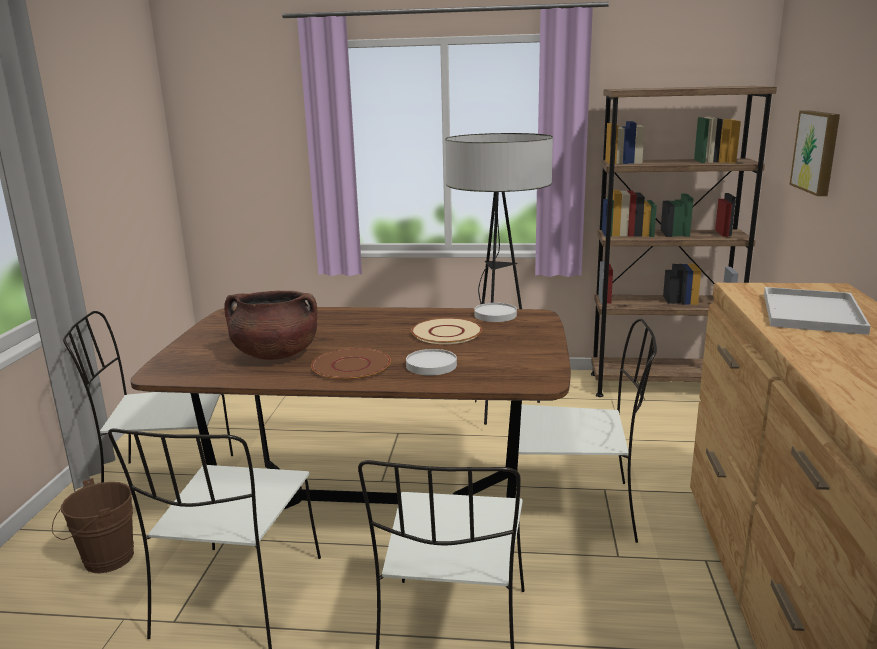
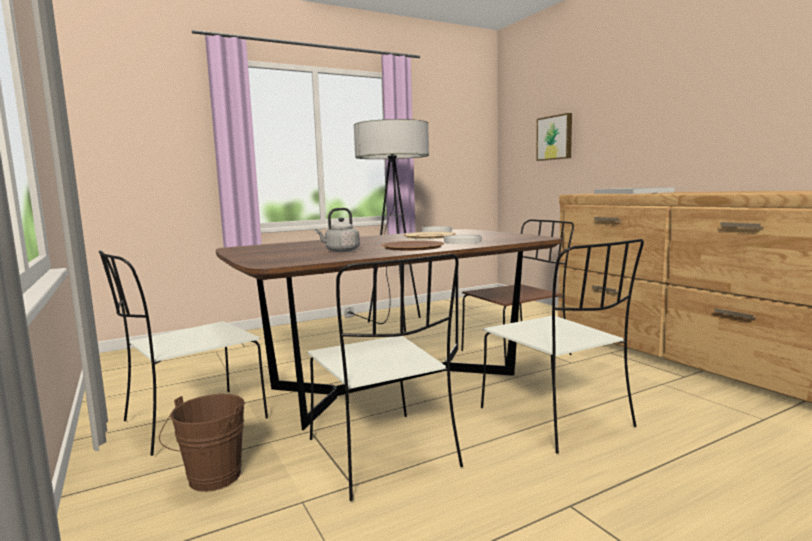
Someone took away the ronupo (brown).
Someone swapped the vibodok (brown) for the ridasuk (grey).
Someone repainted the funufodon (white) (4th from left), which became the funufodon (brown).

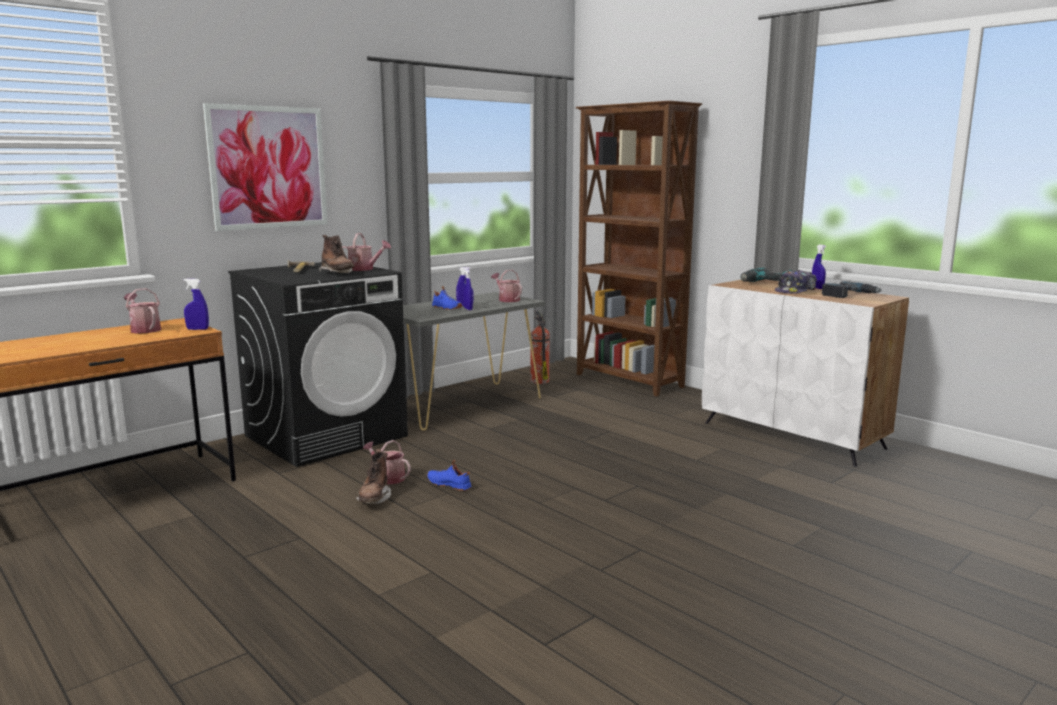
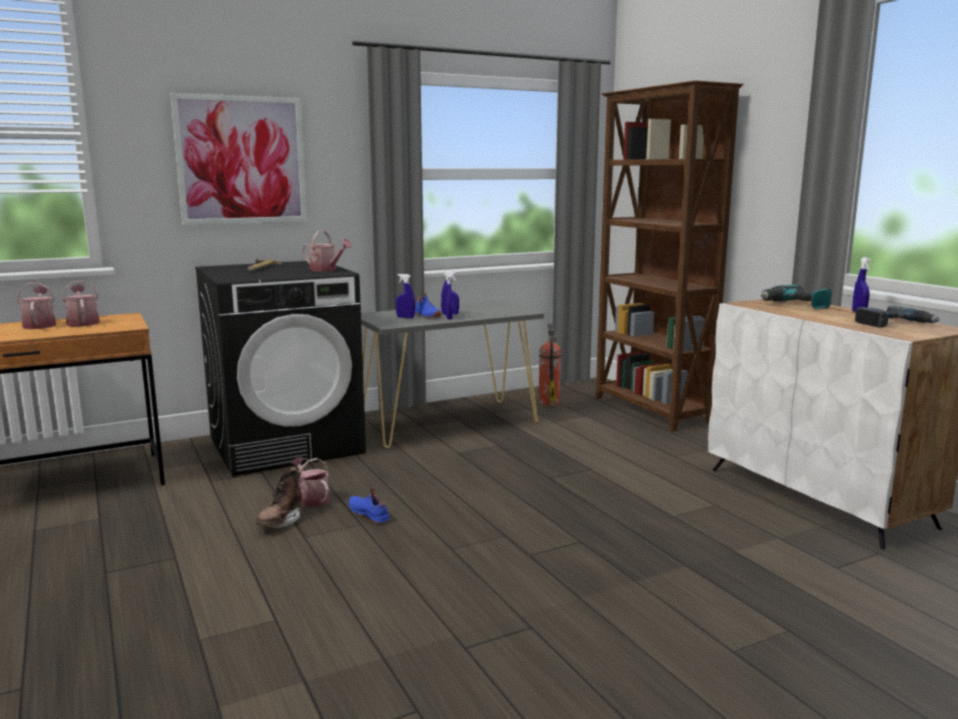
Someone took away the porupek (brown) (1st from left).
Someone carried the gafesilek (4th from left in the first image).
Someone took away the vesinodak.
Someone carried the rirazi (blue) (1st from left).

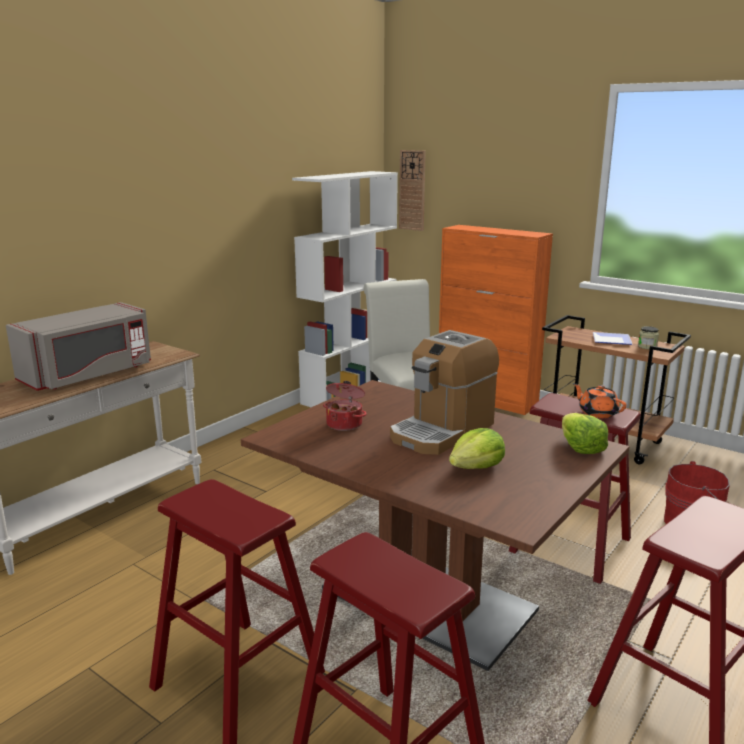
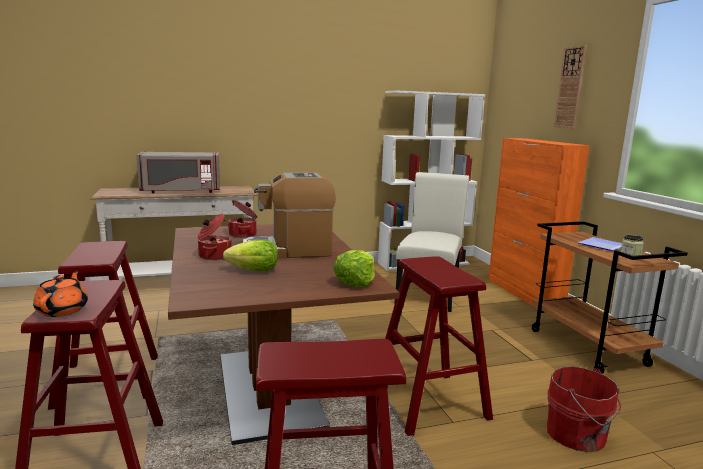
Someone carried the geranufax.
Someone carried the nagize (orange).
Someone put down the vibodok (1st from left).

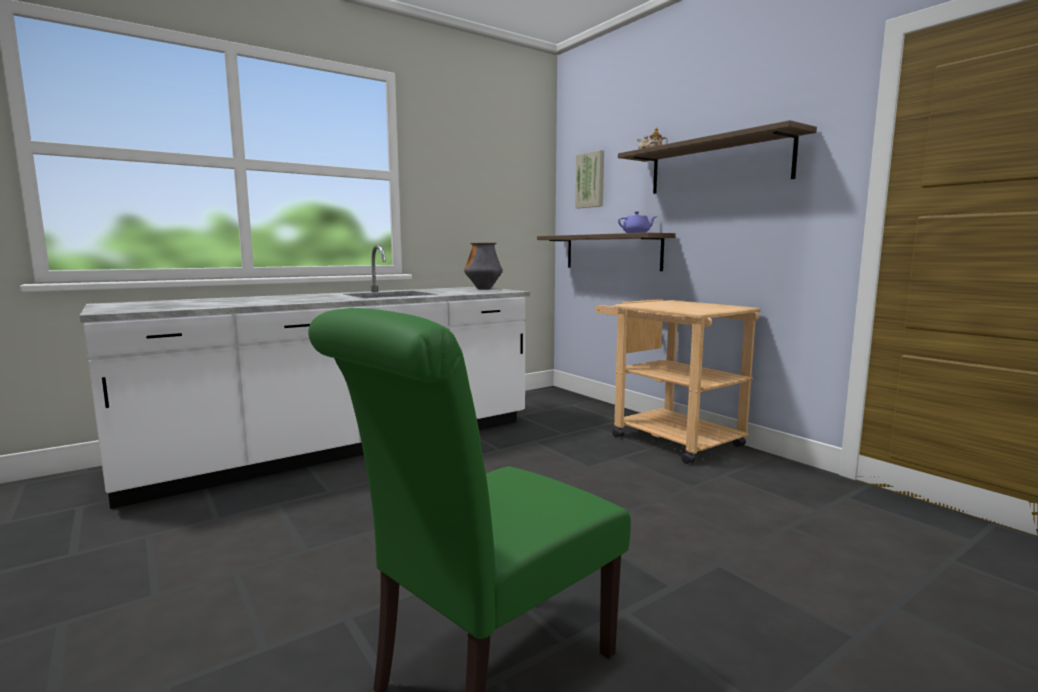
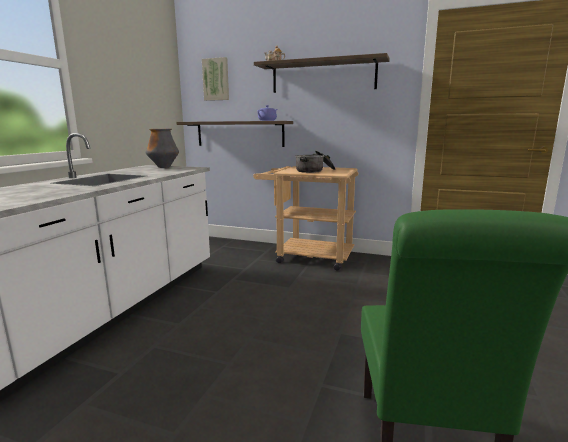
Someone put down the vibodok.

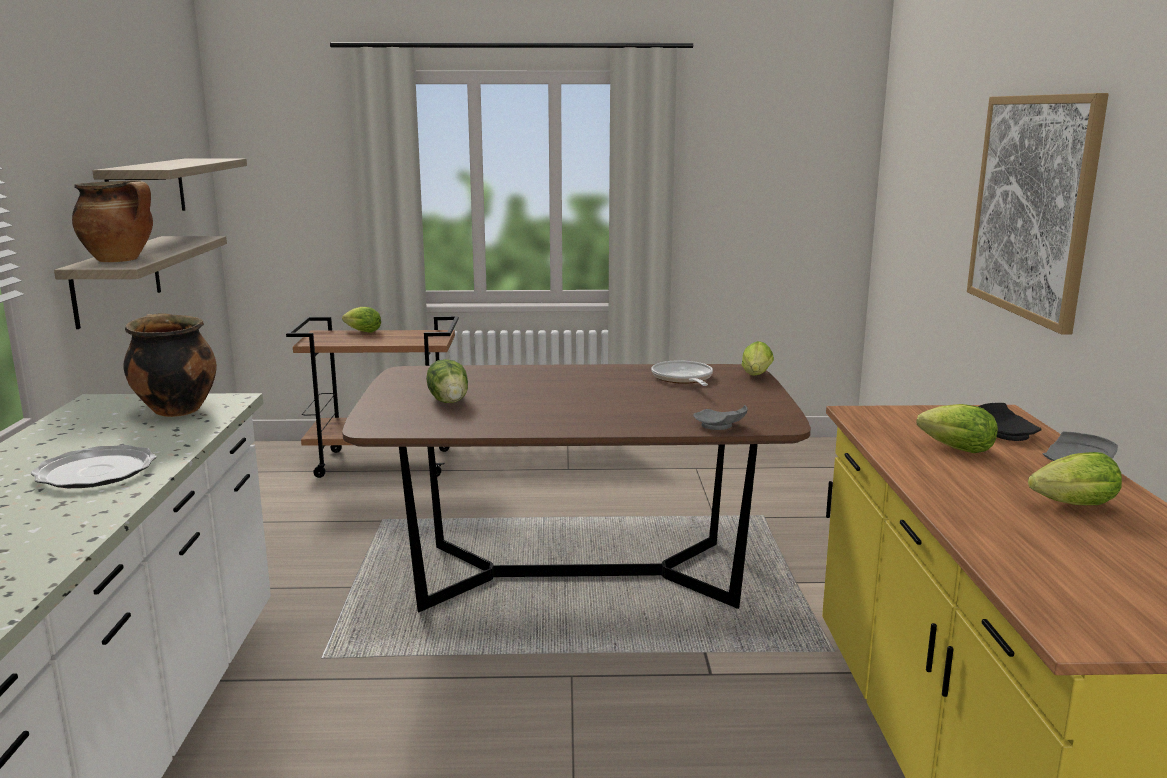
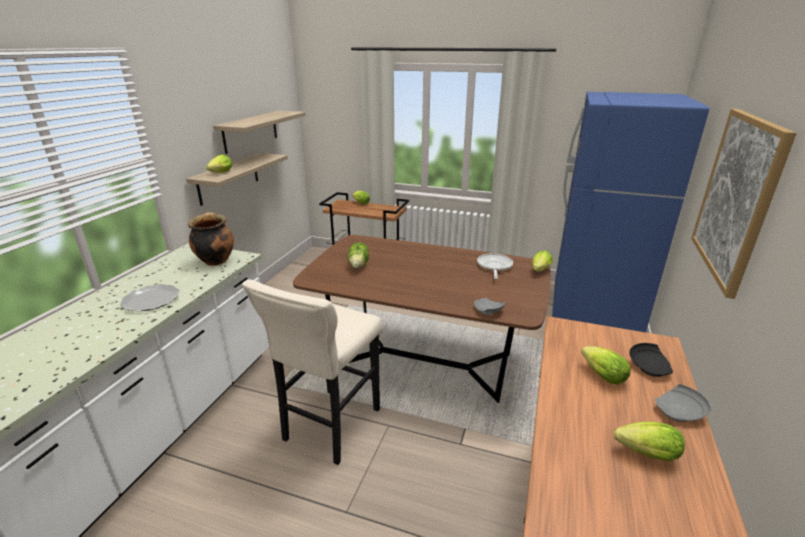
Someone swapped the vibodok (1st from left) for the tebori (1st from left).
Someone put down the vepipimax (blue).
Someone put down the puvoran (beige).

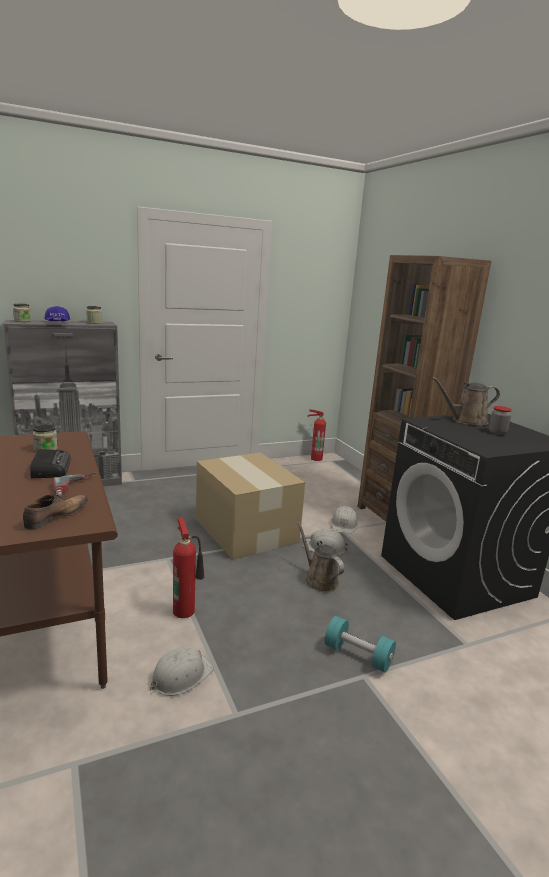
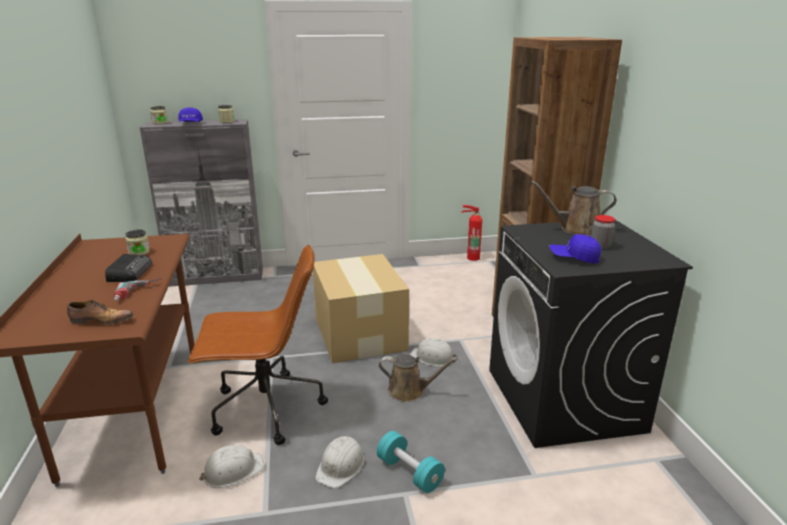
Someone rotated the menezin by 45 degrees clockwise.
Someone carried the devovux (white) (3rd from left in the first image).
Someone swapped the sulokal (1st from left) for the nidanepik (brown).
Someone rotated the gafesilek (brown) (1st from left) by 120 degrees clockwise.
Someone put down the vesinodak (blue) (2nd from left).

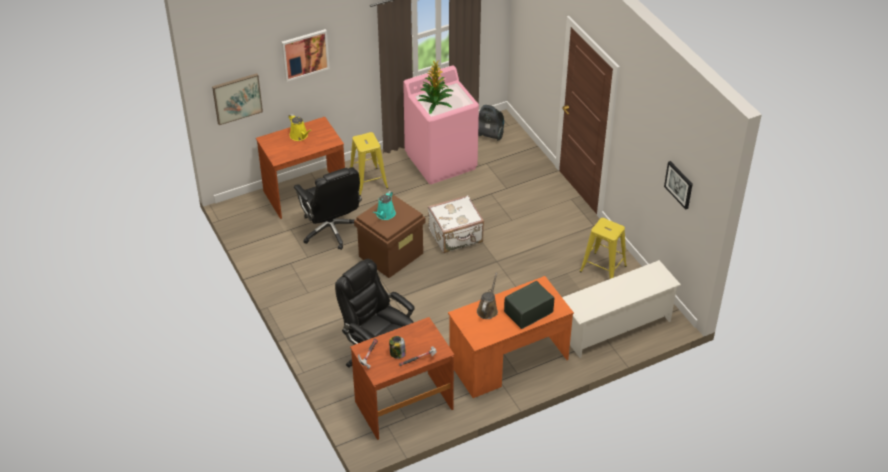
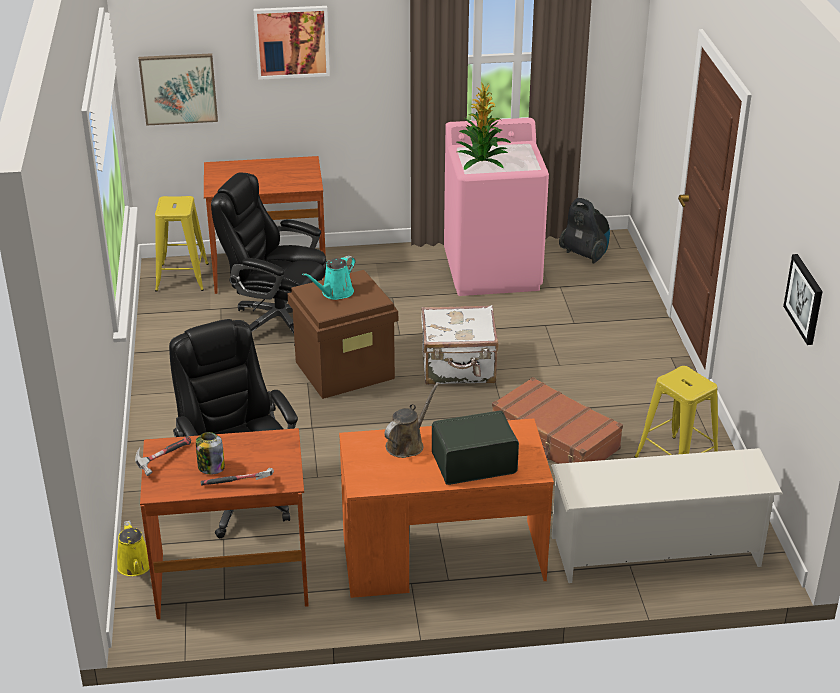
Someone carried the gafesilek (yellow).
Someone carried the puvoran (yellow) (1st from left).
Someone rotated the nidanepik (black) (1st from left in the first image) by 120 degrees clockwise.
Someone put down the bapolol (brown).

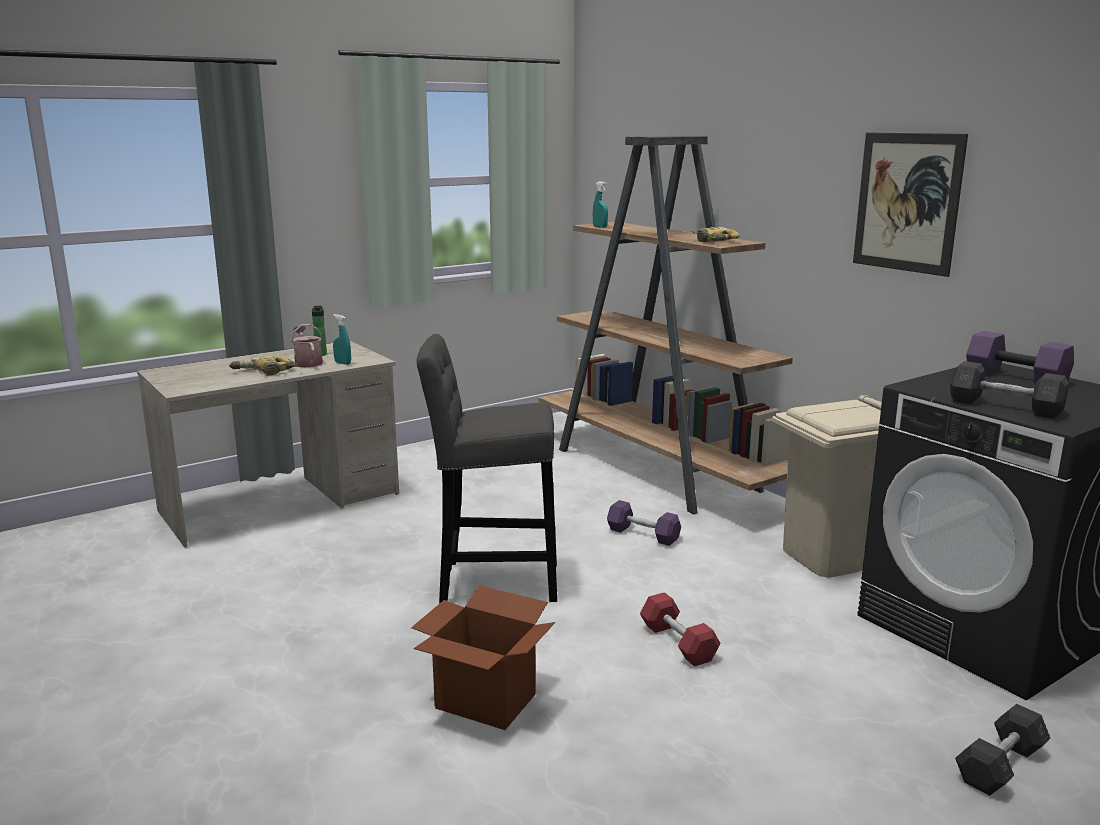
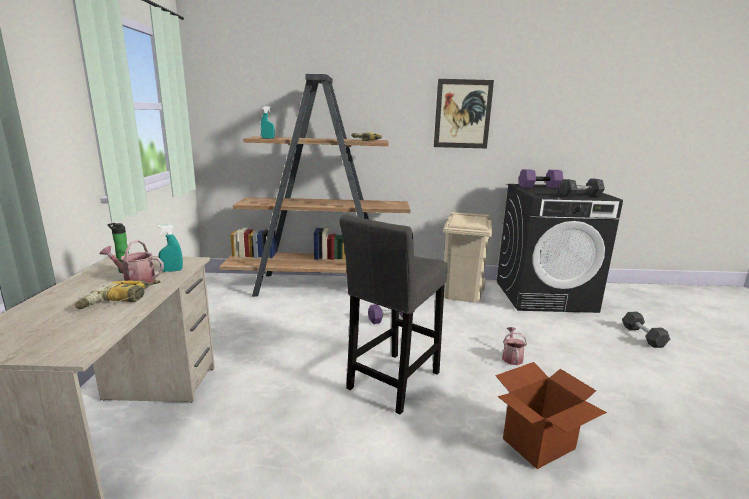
Someone swapped the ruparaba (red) for the gafesilek (2nd from left).

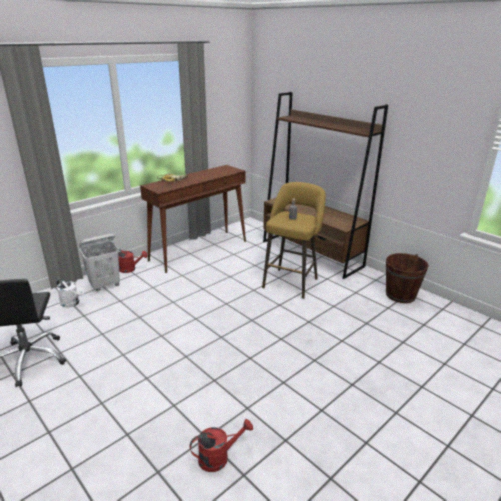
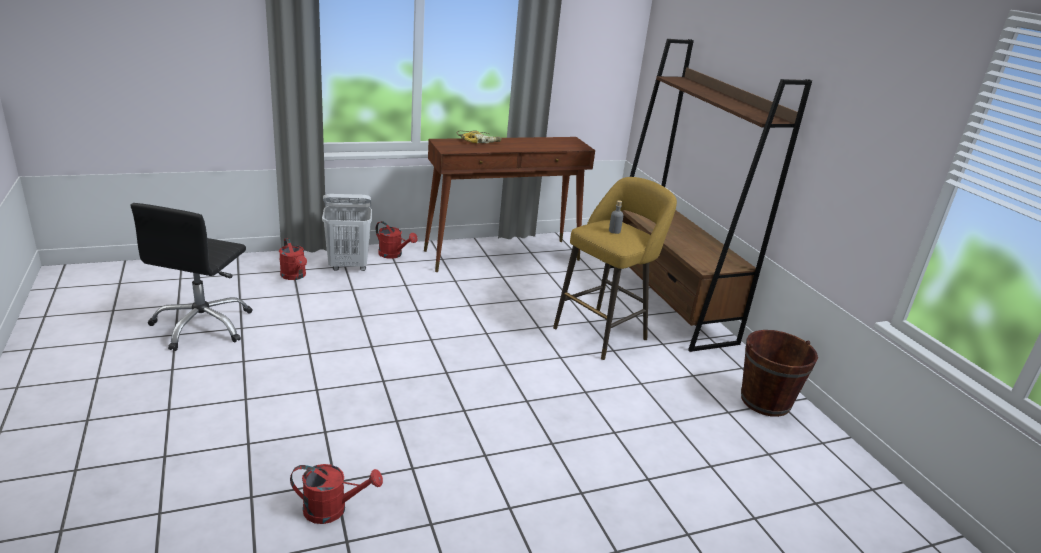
Someone repainted the gafesilek (white), which became the gafesilek (red) (1st from left).

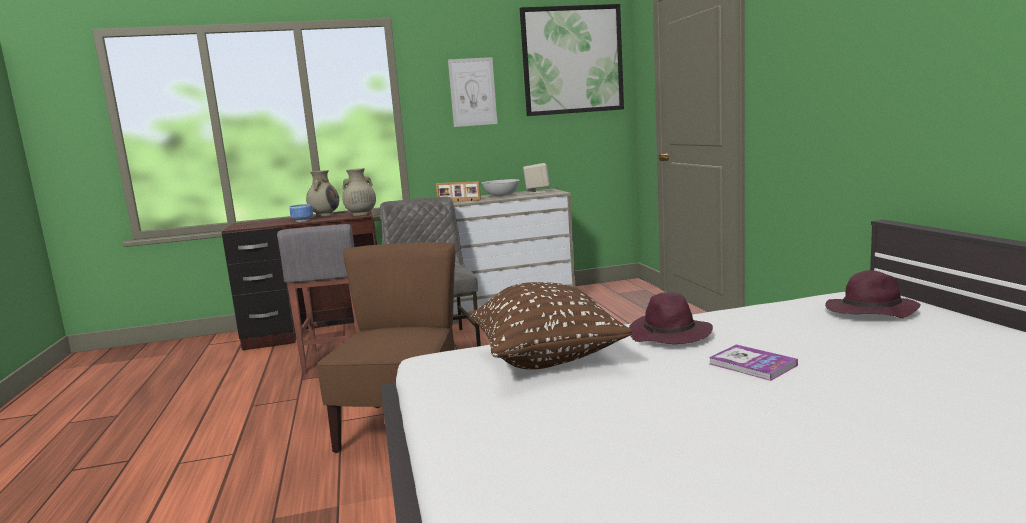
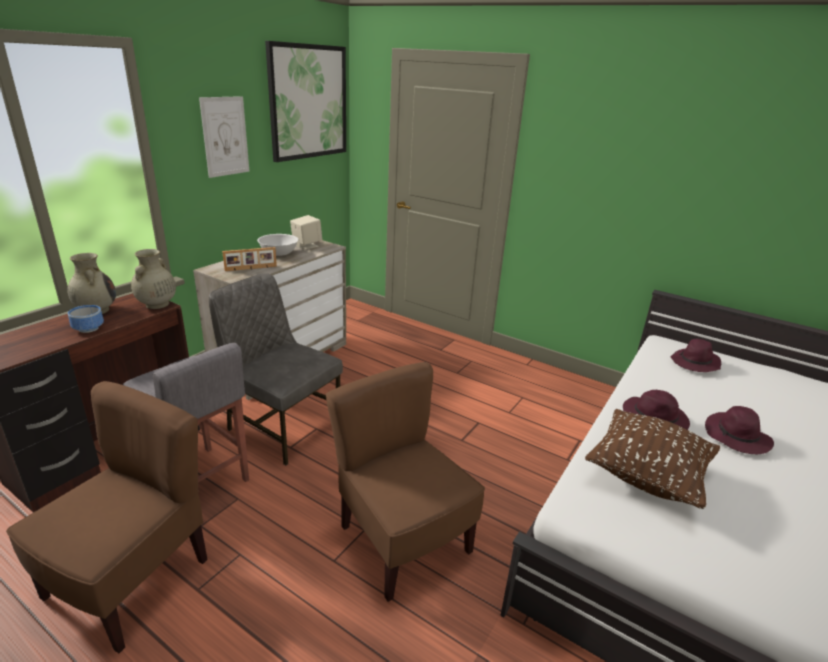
Someone swapped the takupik for the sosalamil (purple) (3rd from left).
Someone put down the funufodon (brown) (1st from left).

